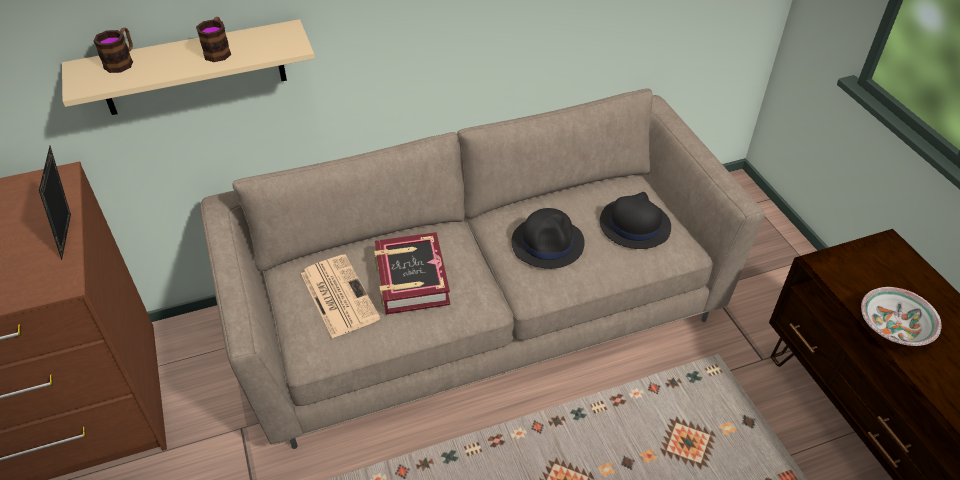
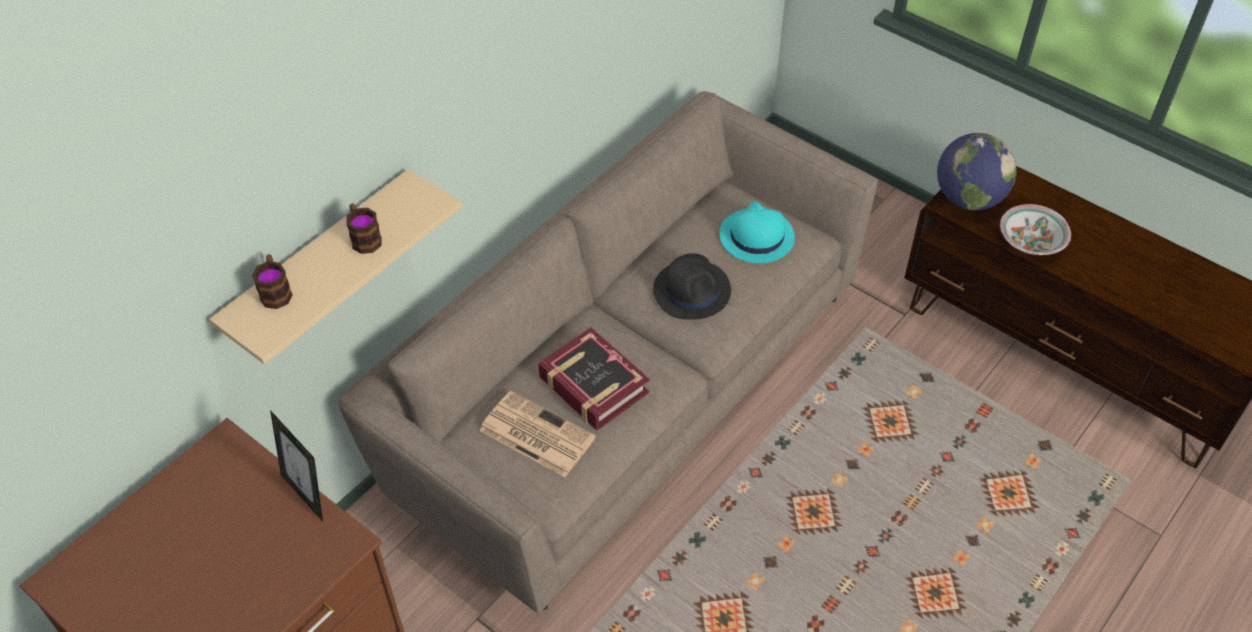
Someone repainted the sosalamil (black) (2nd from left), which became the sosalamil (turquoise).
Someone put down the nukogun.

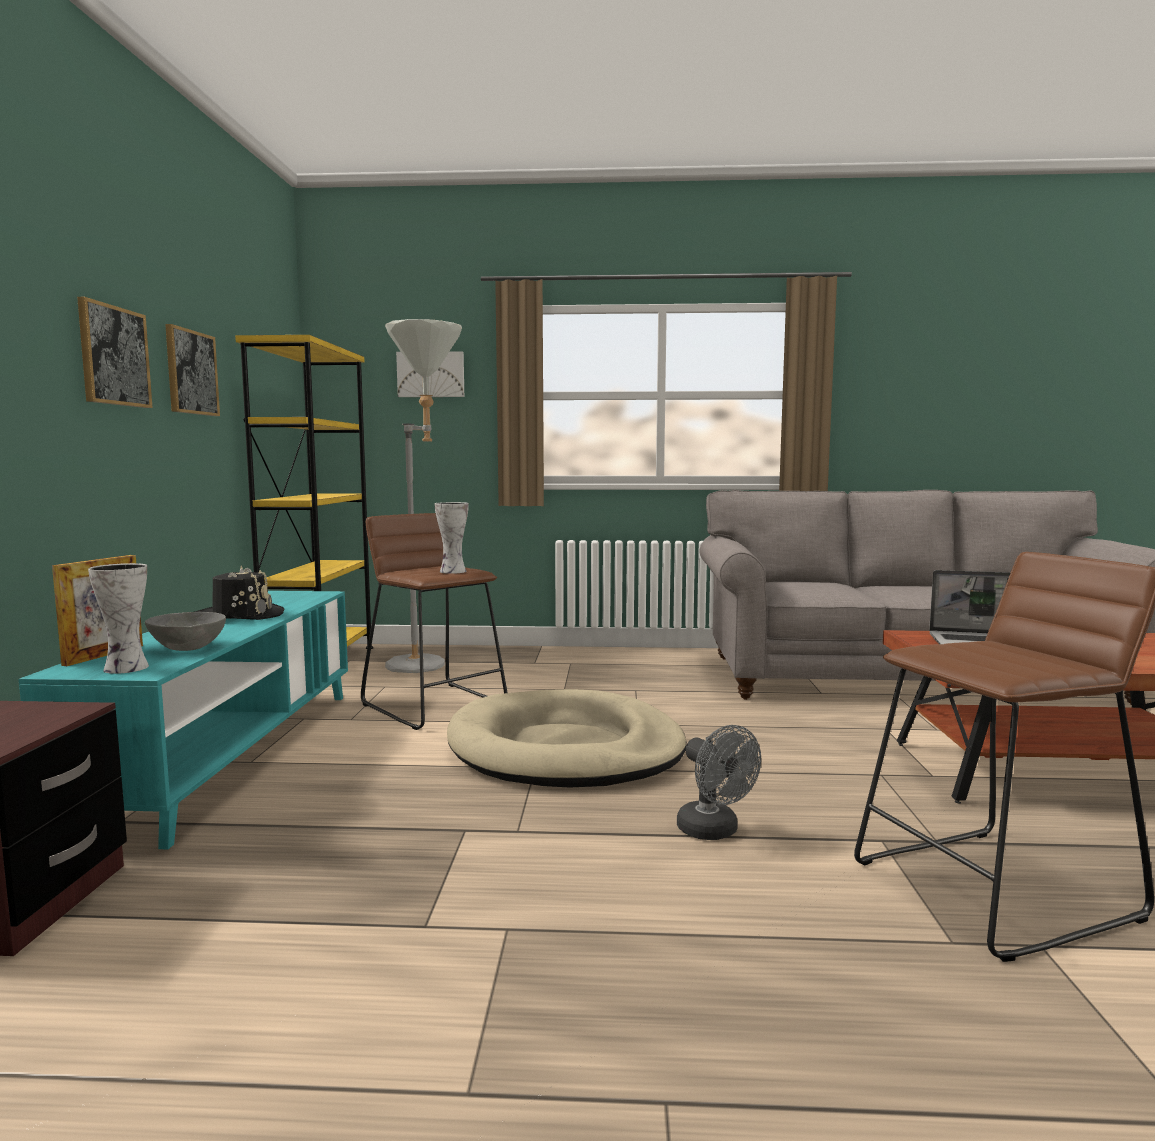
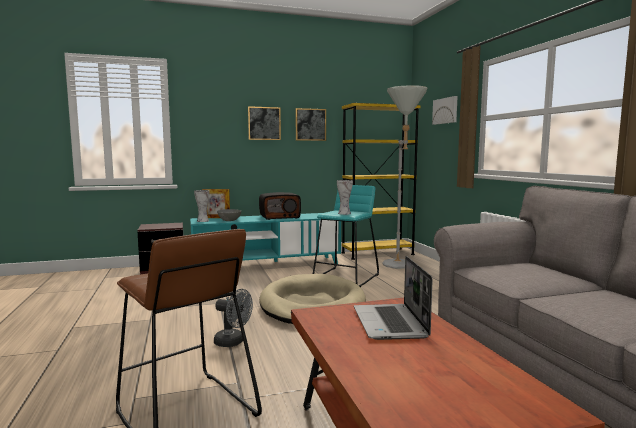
Someone repainted the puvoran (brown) (1st from left), which became the puvoran (turquoise).
Someone swapped the sosalamil (black) for the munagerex.
Someone rotated the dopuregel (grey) by 105 degrees counterclockwise.

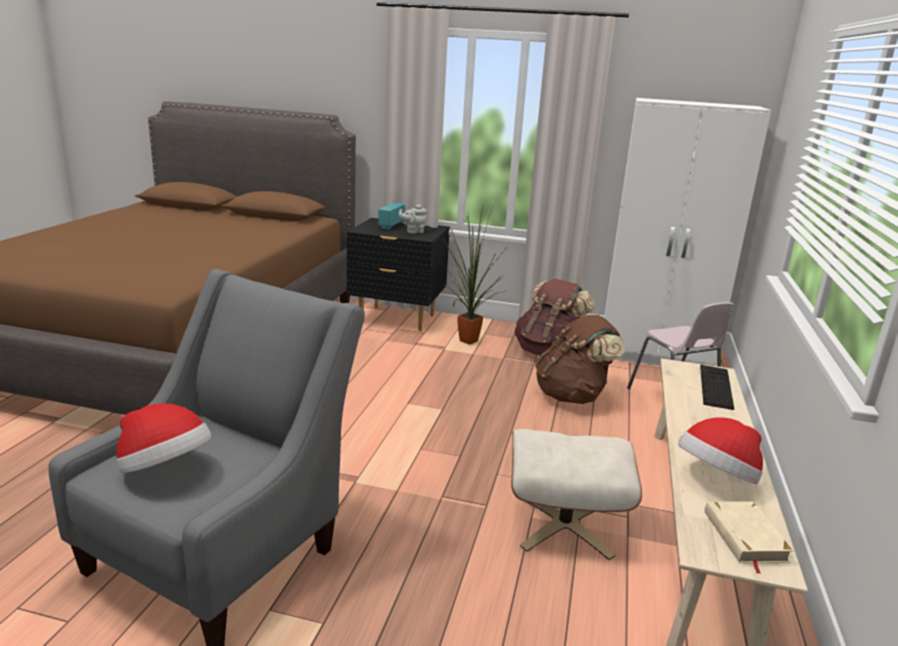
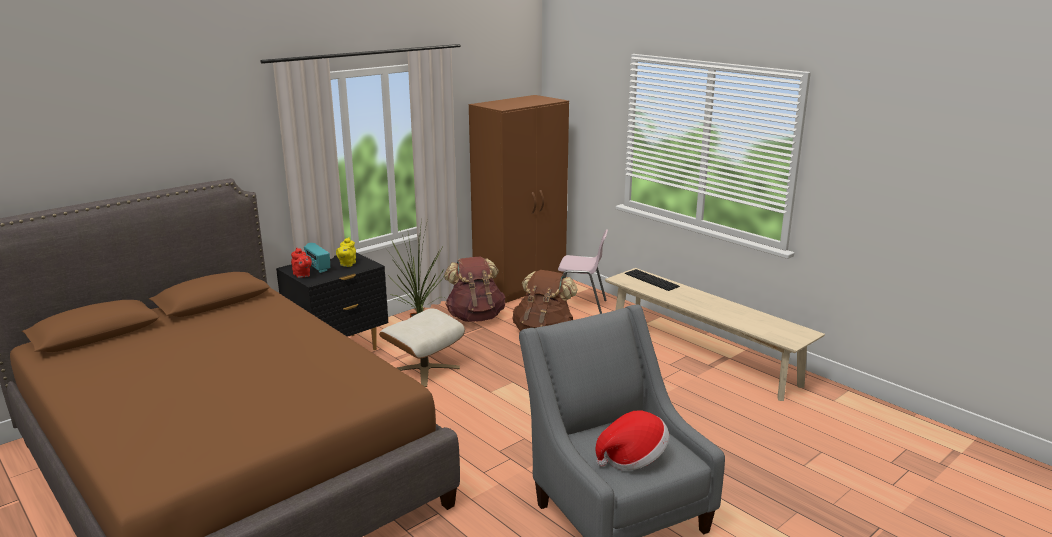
Someone repainted the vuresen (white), which became the vuresen (brown).
Someone repainted the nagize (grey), which became the nagize (yellow).
Someone took away the sosalamil (2nd from left).
Someone carried the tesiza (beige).
Someone took away the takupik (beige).
Someone put down the nagize (red).

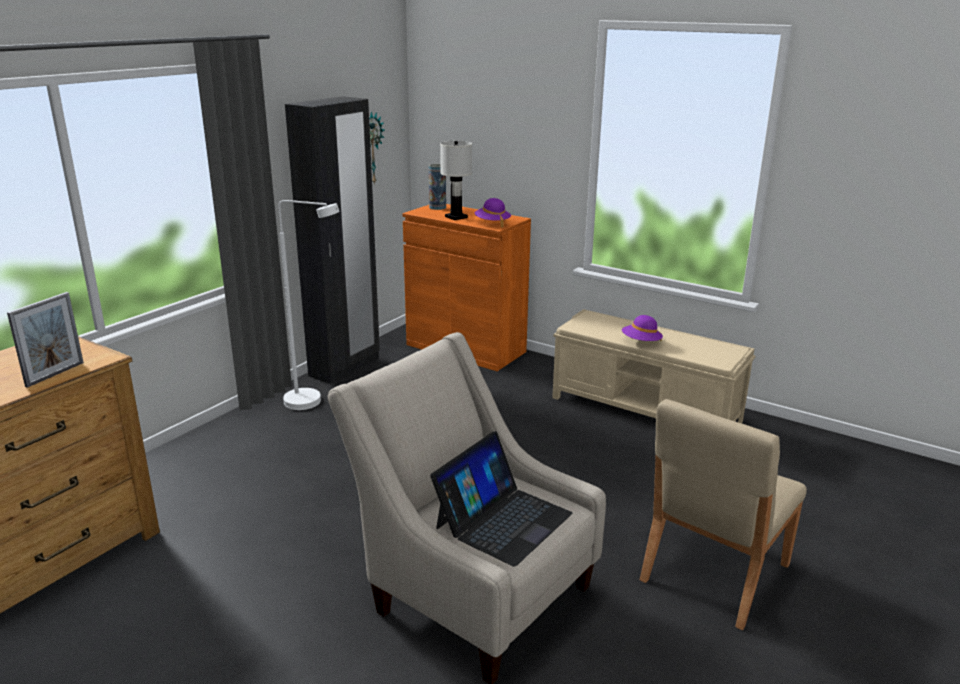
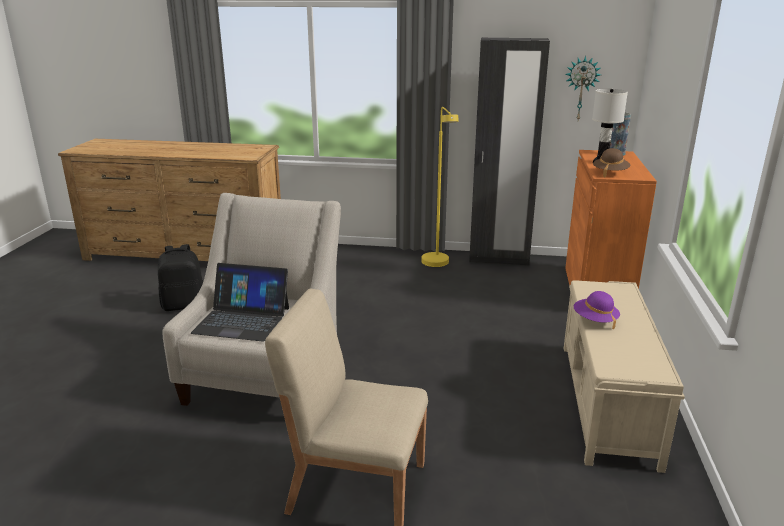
Someone repainted the sosalamil (purple) (1st from left), which became the sosalamil (brown).
Someone repainted the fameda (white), which became the fameda (yellow).
Someone took away the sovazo.
Someone put down the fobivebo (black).

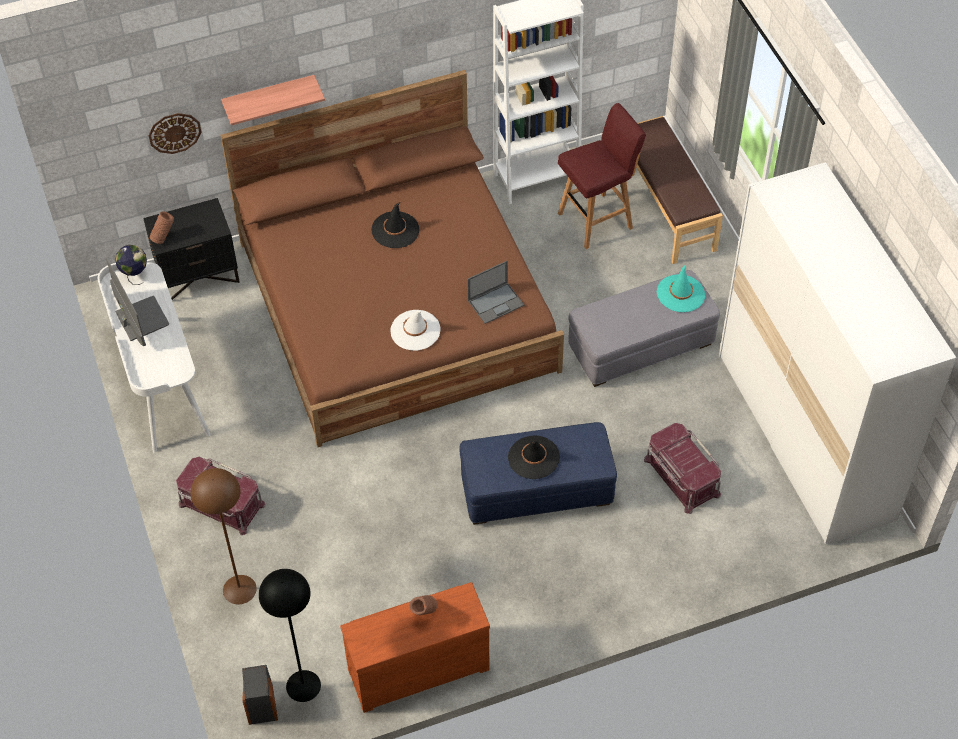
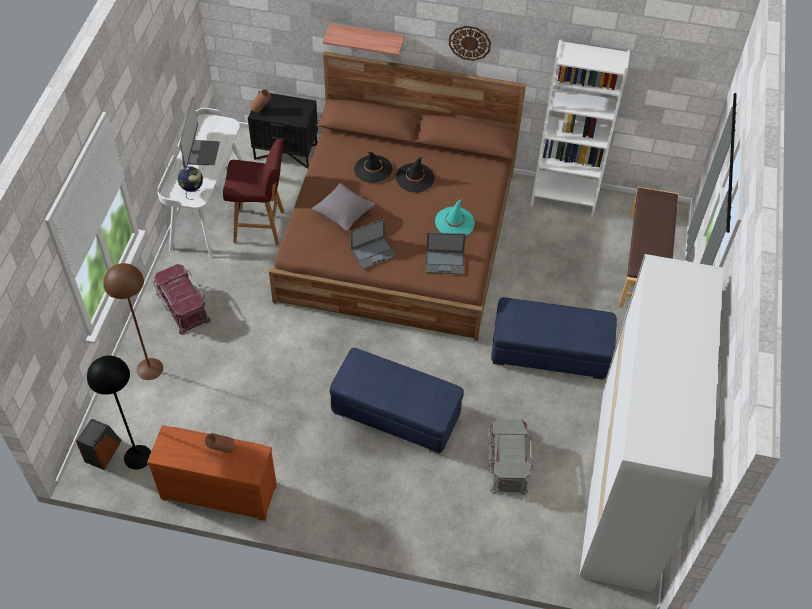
Someone carried the puvoran (red).
Someone carried the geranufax.
Someone carried the nukogun.
Someone carried the sosalamil (turquoise).
Someone repainted the tesiza (grey), which became the tesiza (blue) (2nd from left).
Someone swapped the sosalamil (white) for the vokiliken (1st from left).
Someone repainted the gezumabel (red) (2nd from left), which became the gezumabel (grey).
Someone carried the sosalamil (black) (2nd from left in the first image).
Someone put down the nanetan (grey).

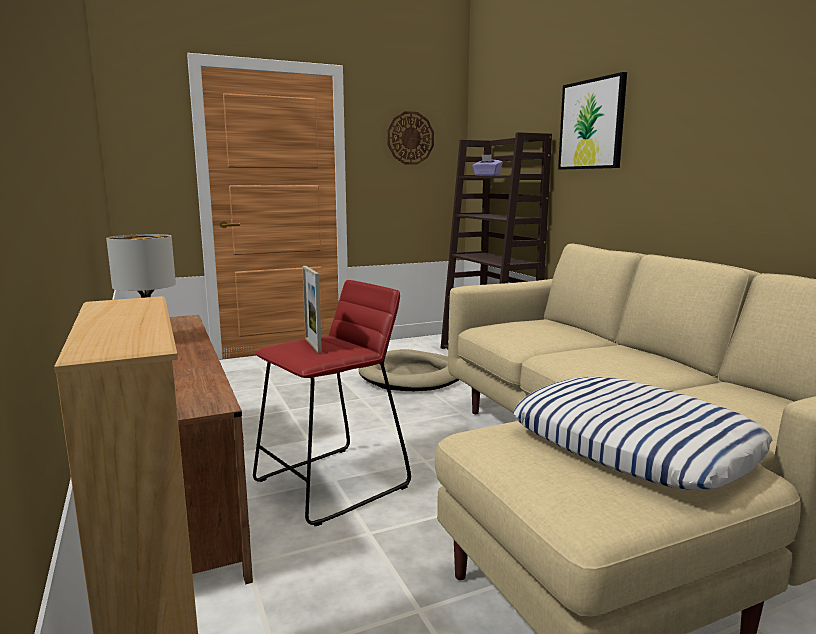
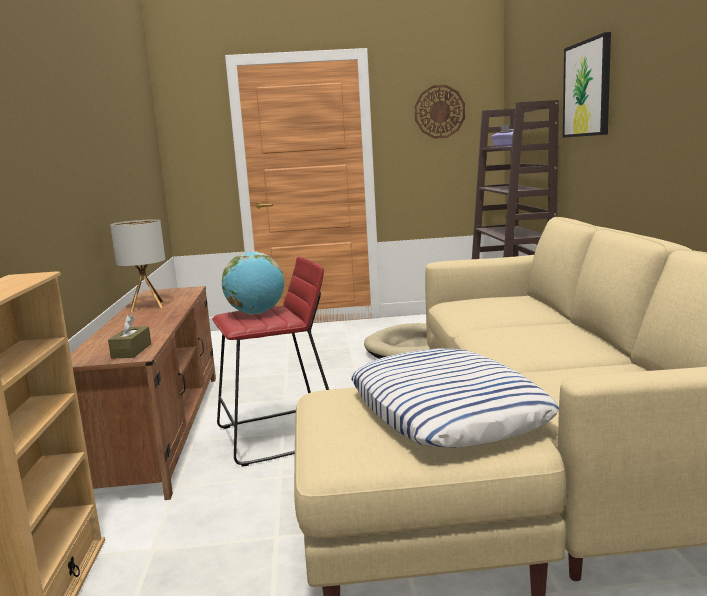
Someone swapped the sovazo for the nukogun.
Someone put down the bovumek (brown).

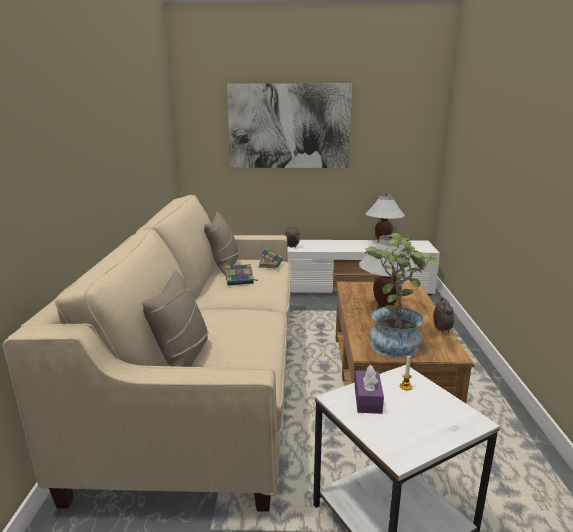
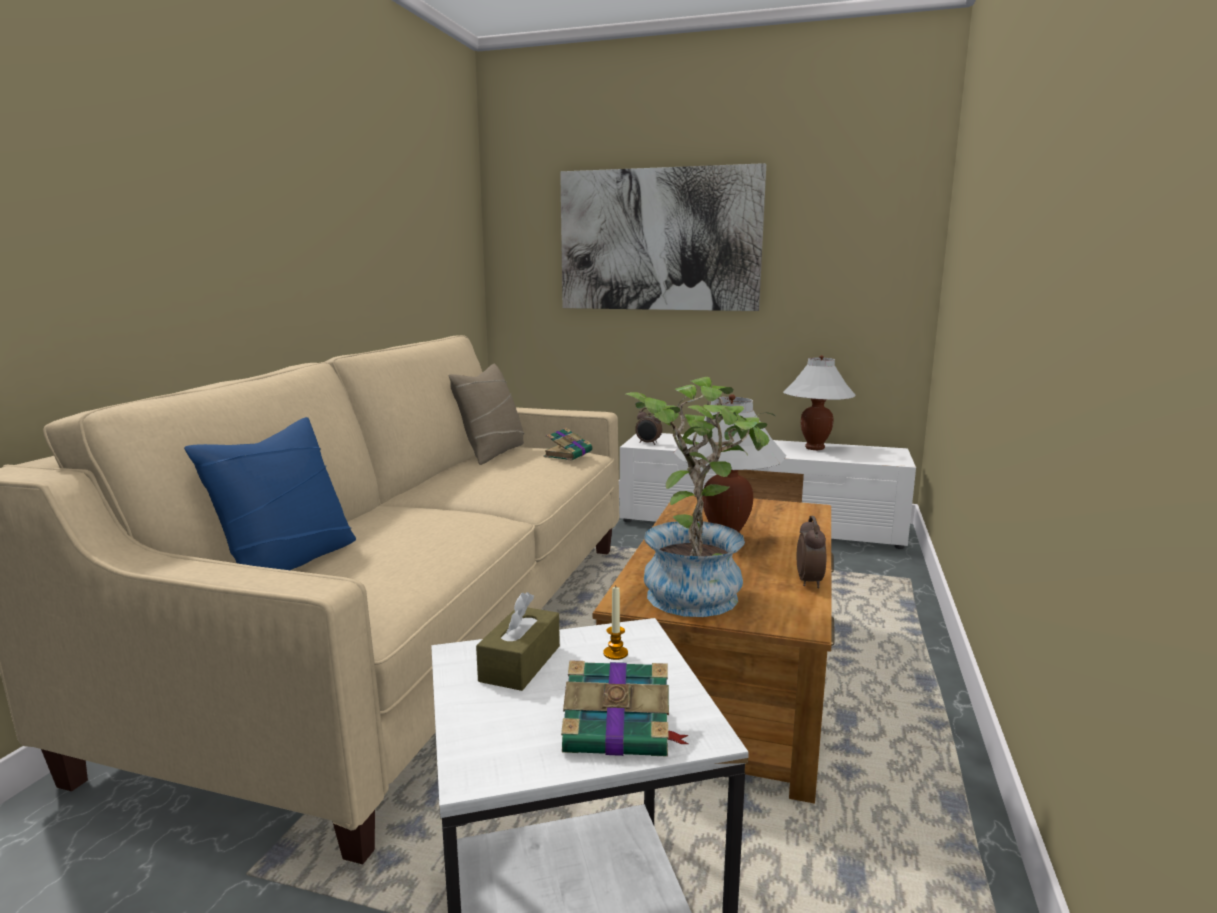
Someone carried the takupik (1st from left in the first image).
Someone repainted the nanetan (beige) (1st from left), which became the nanetan (blue).
Someone repainted the bovumek (purple), which became the bovumek (brown).

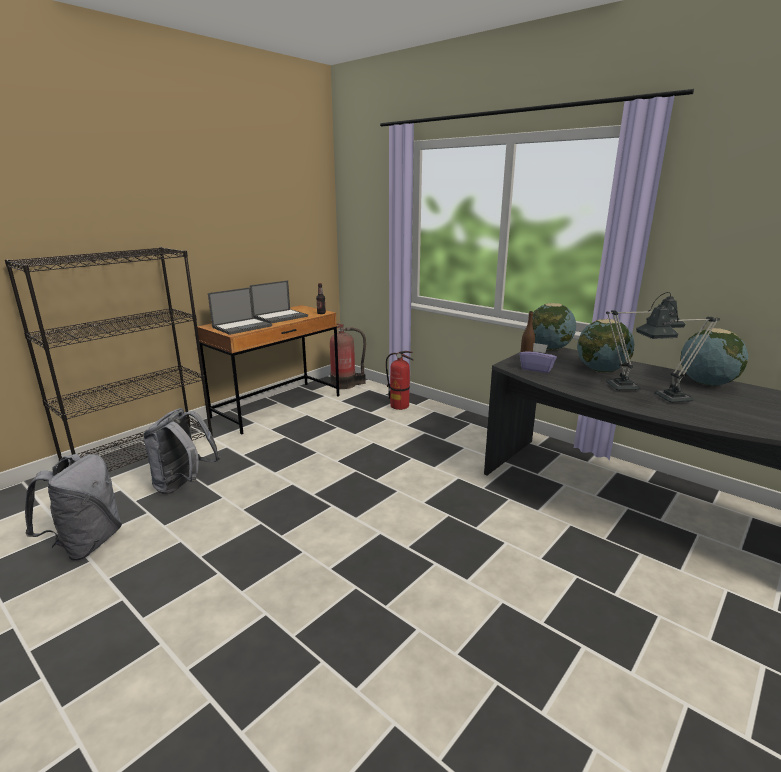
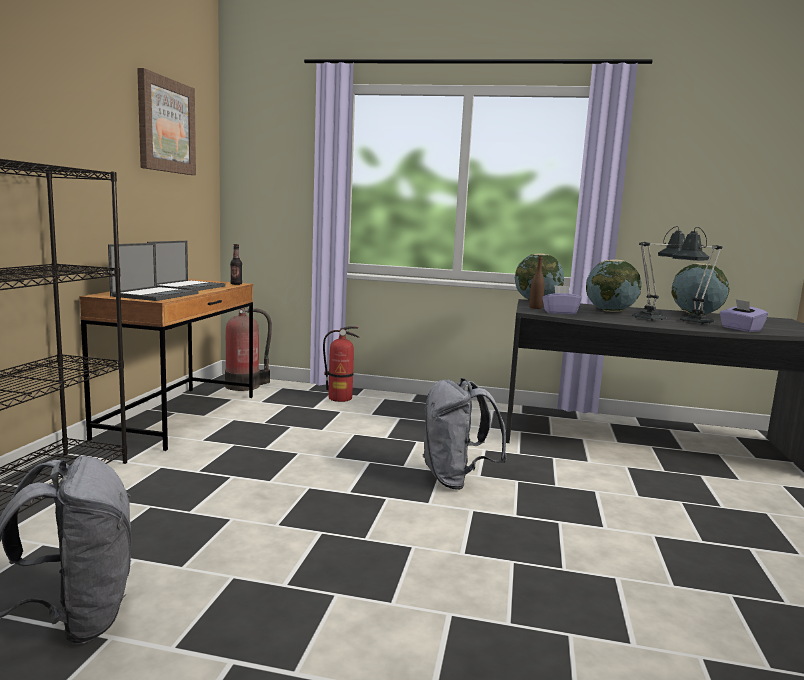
Someone carried the fobivebo (grey) (2nd from left).
Someone put up the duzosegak.
Someone put down the bovumek (purple) (2nd from left).

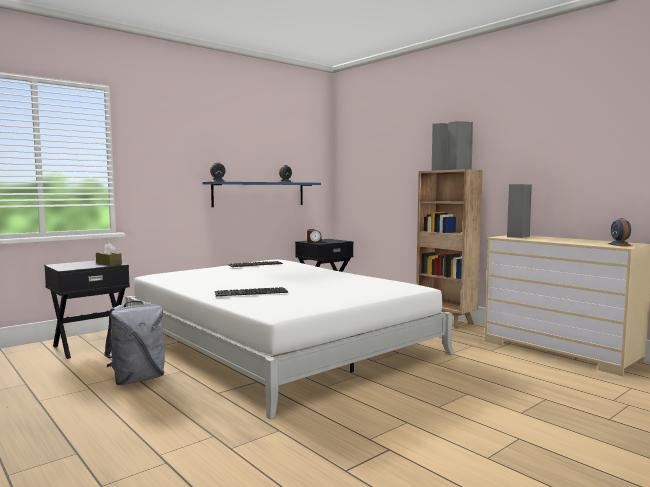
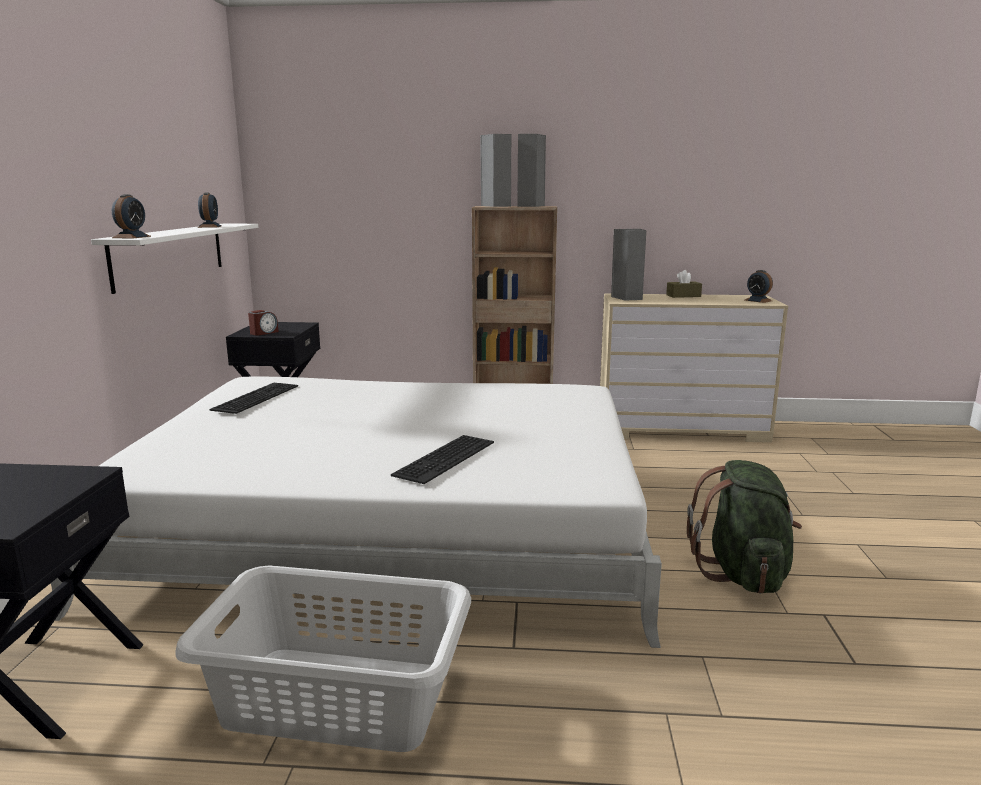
Someone repainted the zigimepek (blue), which became the zigimepek (white).
Someone carried the bovumek (brown).
Someone swapped the fobivebo (grey) for the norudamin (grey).
Someone put down the fobivebo (green).

